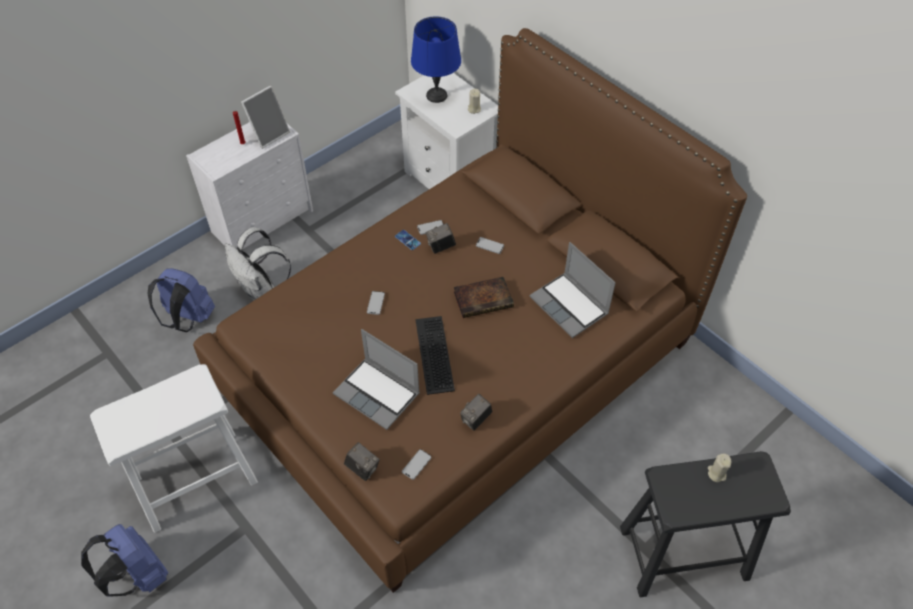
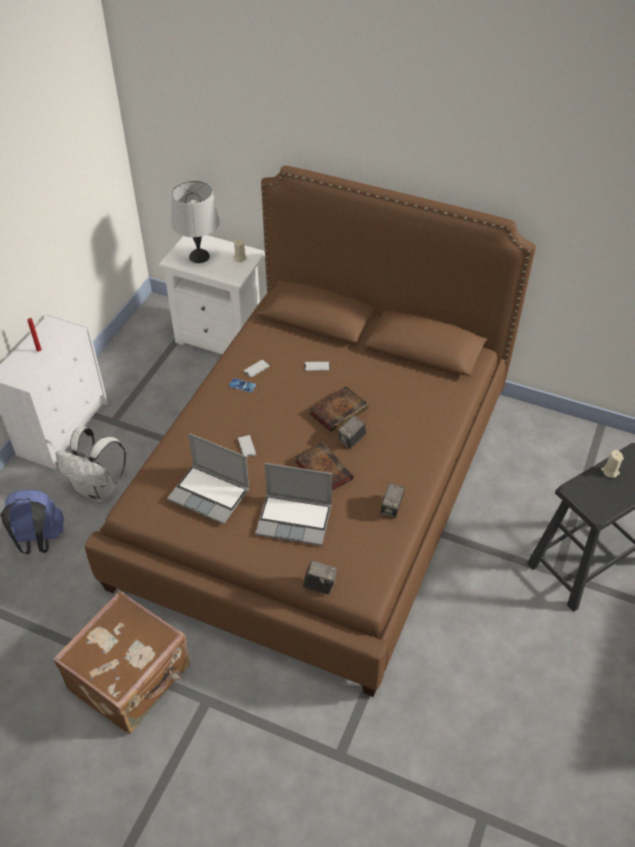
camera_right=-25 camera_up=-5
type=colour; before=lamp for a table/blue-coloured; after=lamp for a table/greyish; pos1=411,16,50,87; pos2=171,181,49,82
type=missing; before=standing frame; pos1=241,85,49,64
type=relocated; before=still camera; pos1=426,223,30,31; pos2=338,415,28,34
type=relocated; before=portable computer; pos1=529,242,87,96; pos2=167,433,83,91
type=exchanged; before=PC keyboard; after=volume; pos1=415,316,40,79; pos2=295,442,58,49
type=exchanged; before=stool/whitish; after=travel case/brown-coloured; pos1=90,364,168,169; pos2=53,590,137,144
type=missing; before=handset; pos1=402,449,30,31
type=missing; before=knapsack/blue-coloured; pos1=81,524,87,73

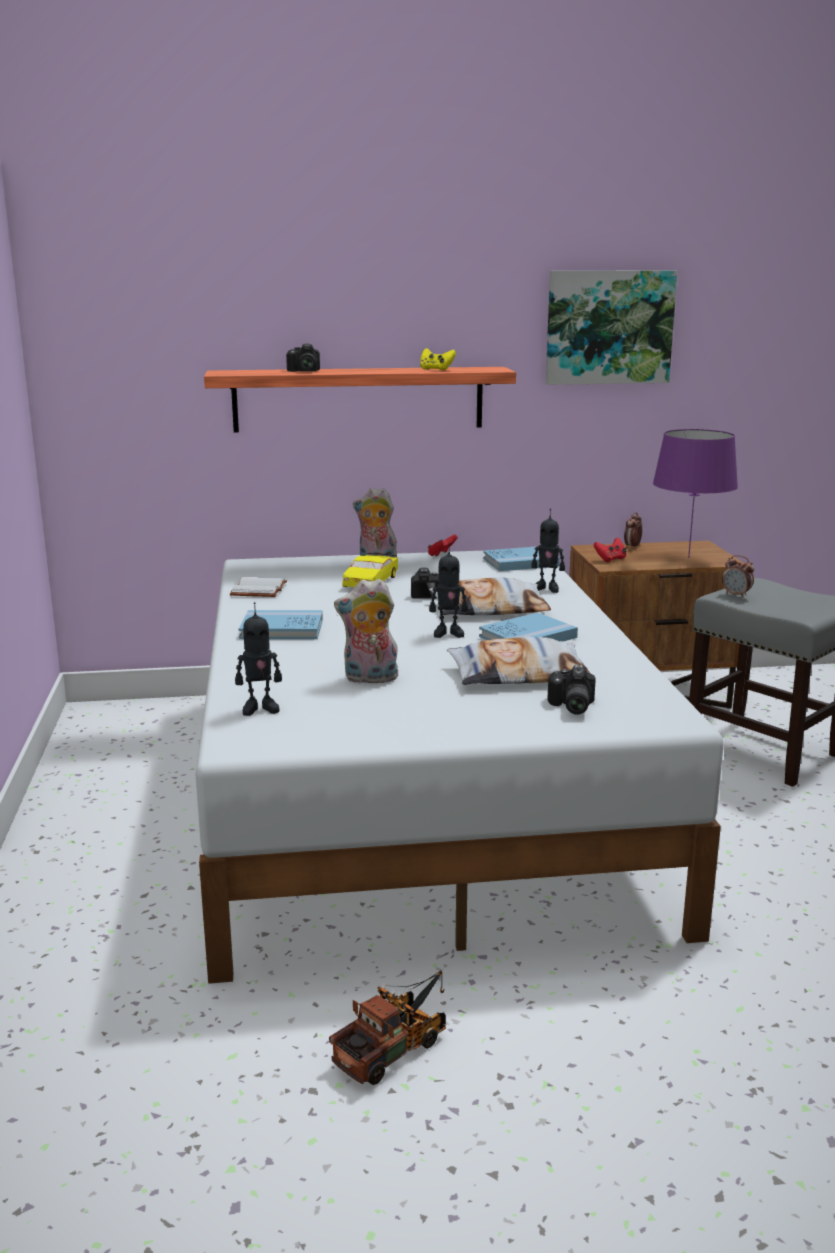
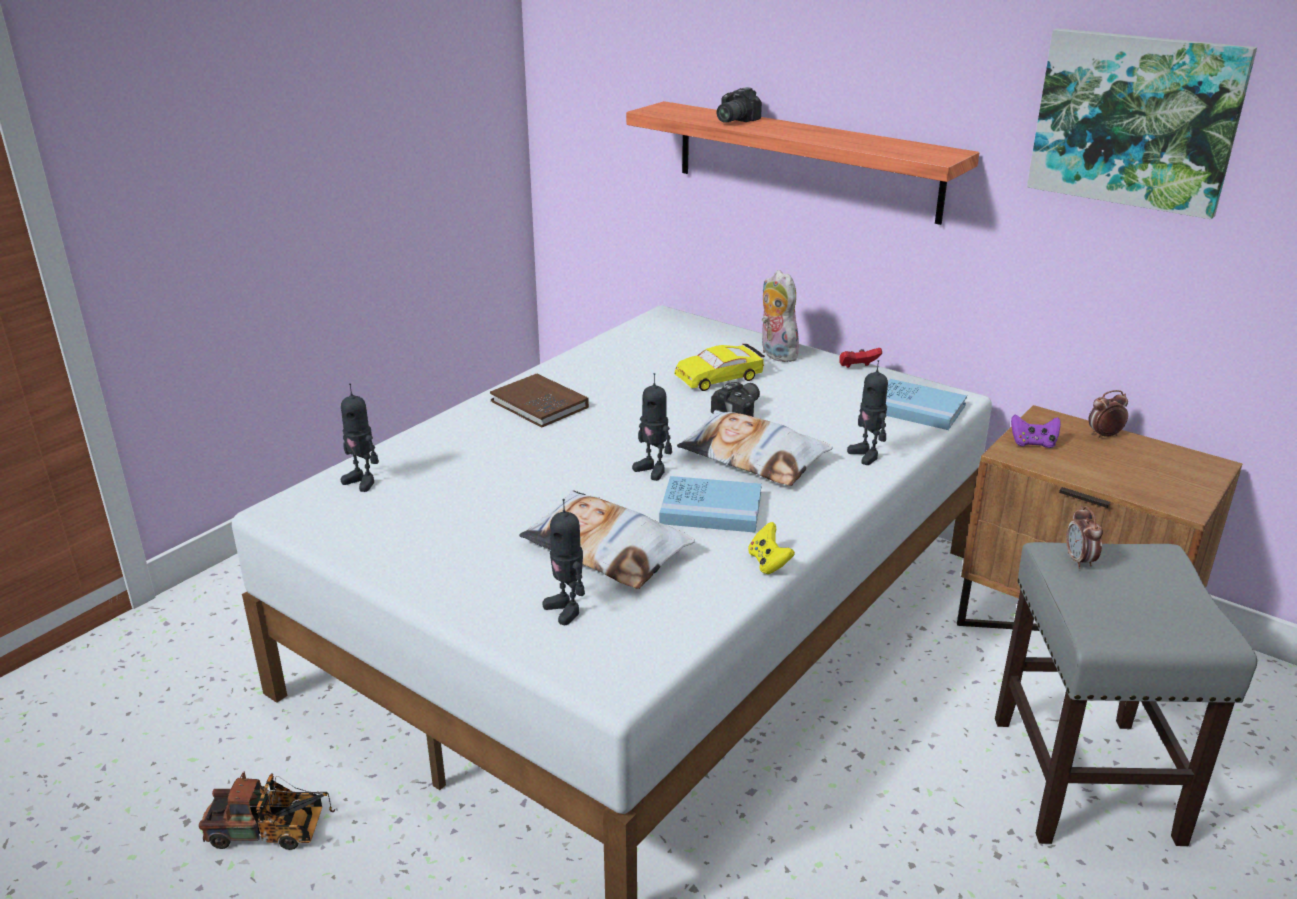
camera_right=45 camera_up=10
type=relocated; before=game controller/yellowish; pos1=420,348,36,22; pos2=748,522,47,52
type=missing; before=lamp for a table/purplish; pos1=653,429,85,129
type=colour; before=game controller/reddish; after=game controller/purplish; pos1=594,538,33,24; pos2=1011,414,50,34
type=missing; before=volume/whitish; pos1=230,577,57,20
type=missing; before=soft toy; pos1=334,579,64,104
type=colour; before=volume/blue-coloured; after=volume/brown-coloured; pos1=239,610,84,29; pos2=490,374,99,54
type=exchanged; before=still camera; after=model robot; pos1=547,665,49,50; pos2=542,499,43,126

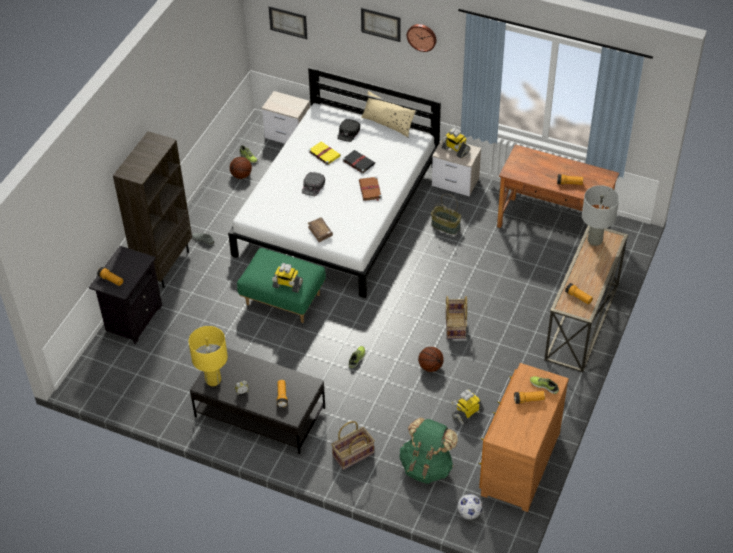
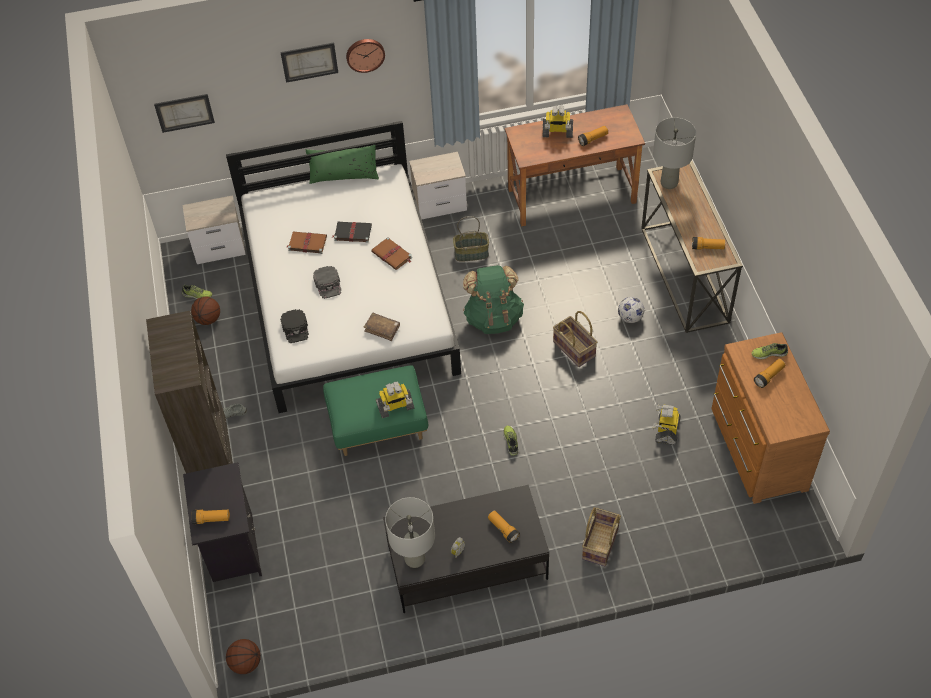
camera_right=-35 camera_up=5
type=colour; before=cushion/beige; after=cushion/green-coloured; pos1=361,91,55,46; pos2=306,145,73,39
type=relocated; before=peaked cap/black-coloured; pos1=337,119,23,23; pos2=280,309,29,34
type=relocated; before=model robot; pos1=441,127,29,31; pos2=543,105,30,33
type=colour; before=volume/yellowish; after=volume/brown-coloured; pos1=309,141,32,24; pos2=287,231,40,23
type=colour; before=lamp for a table/yellowish; after=lamp for a table/greyish; pos1=189,326,39,60; pos2=385,497,50,71
type=relocated; before=ball for basketball; pos1=418,347,26,25; pos2=226,639,35,35
type=relocated; before=knapsack/green-coloured; pos1=399,417,59,67; pos2=463,265,61,69
type=relocated; before=football ball; pos1=457,494,25,25; pos2=618,297,27,26

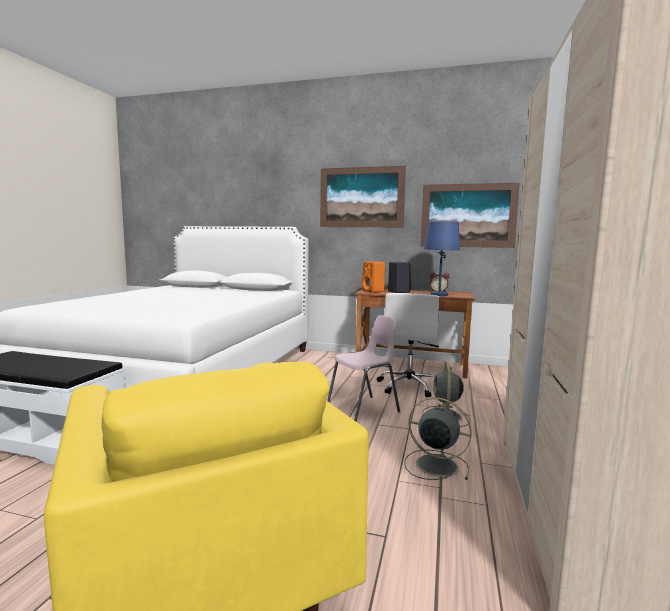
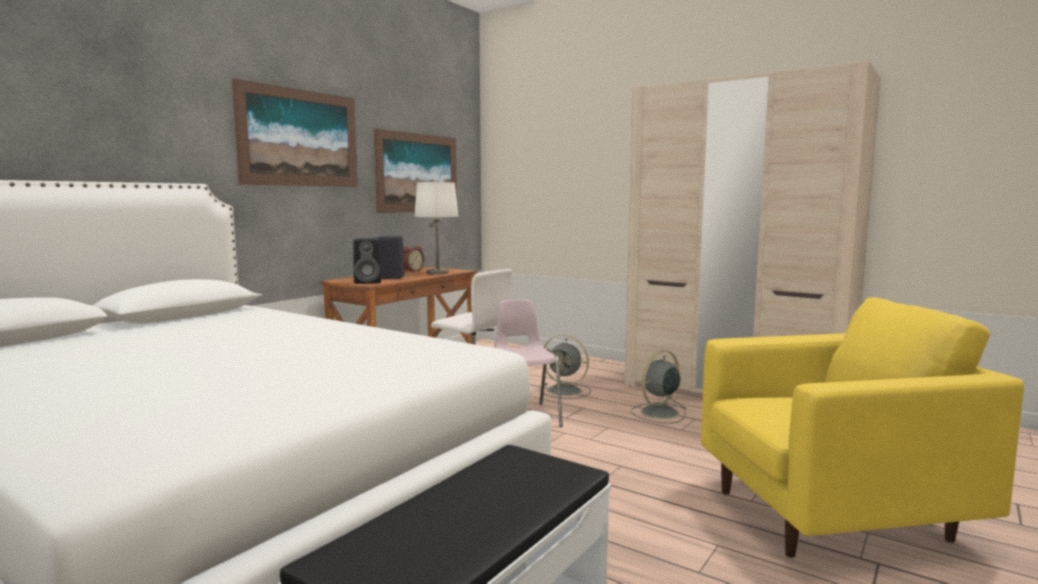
camera_right=-70 camera_up=0
type=colour; before=lamp for a table/blue-coloured; after=lamp for a table/whitish; pos1=424,221,36,75; pos2=414,181,45,94
type=colour; before=loudspeaker/orangey; after=loudspeaker/black-coloured; pos1=362,261,23,32; pos2=353,238,28,46

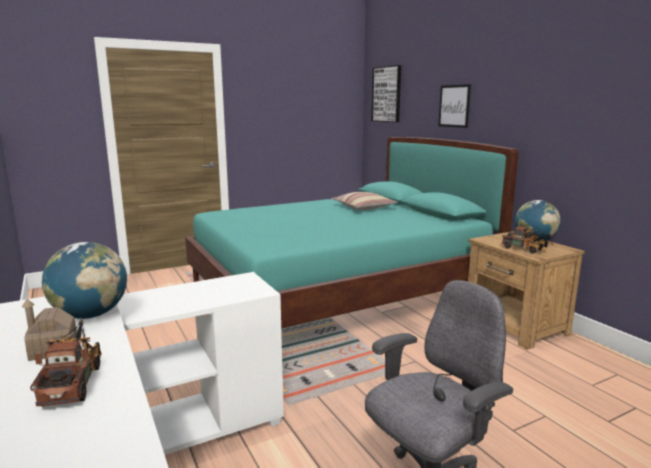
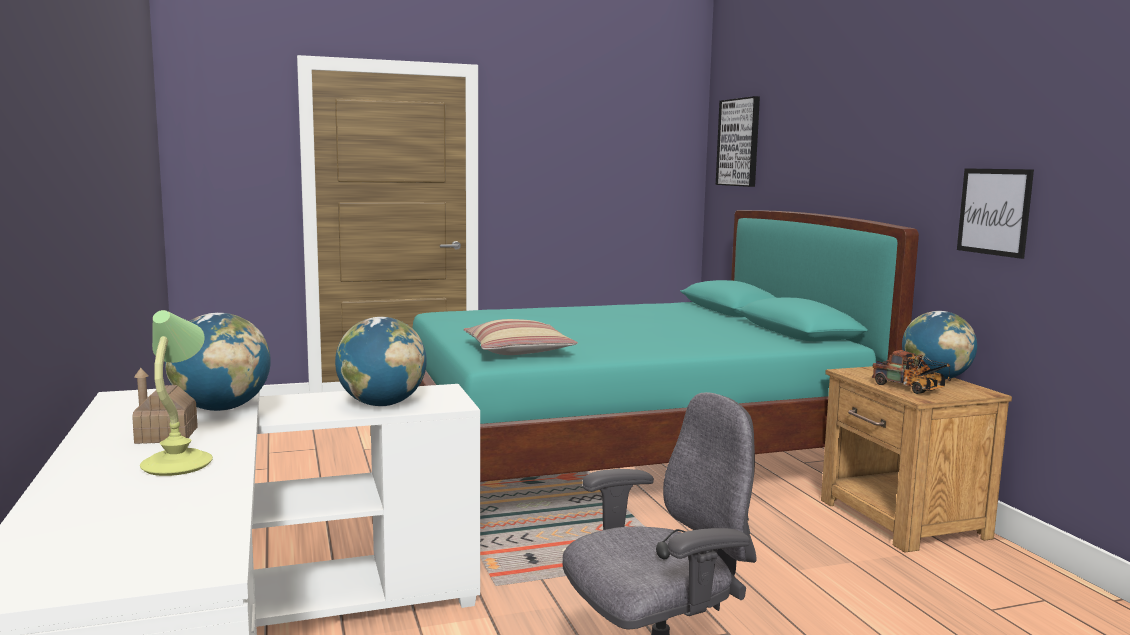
camera_right=10 camera_up=-5
type=relocated; before=wall picture; pos1=438,84,33,44; pos2=957,168,77,91
type=relocated; before=cushion; pos1=332,192,66,18; pos2=463,319,115,36
type=exchanged; before=toy lorry; after=lamp for a table; pos1=30,319,72,88; pos2=140,310,73,166
type=appeared; after=globe; pos2=335,317,92,89

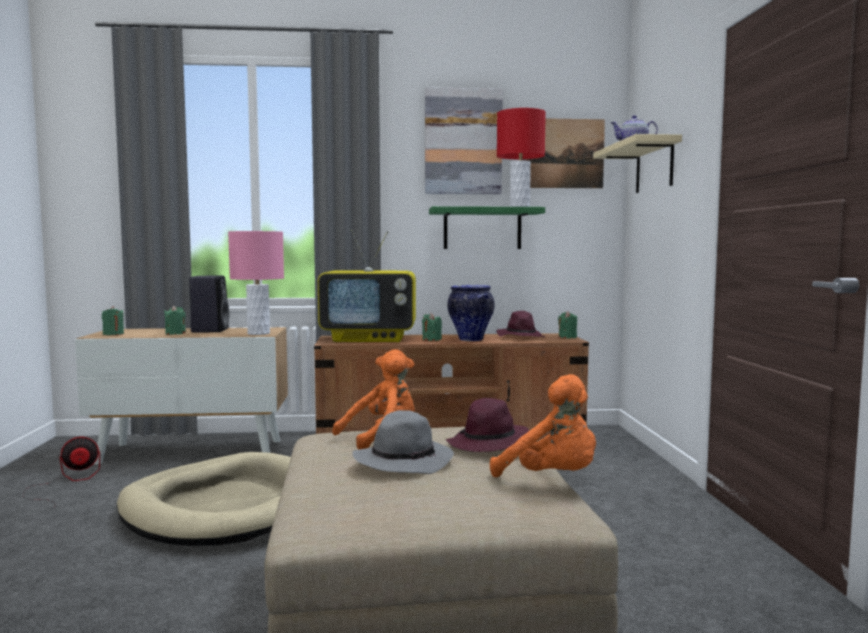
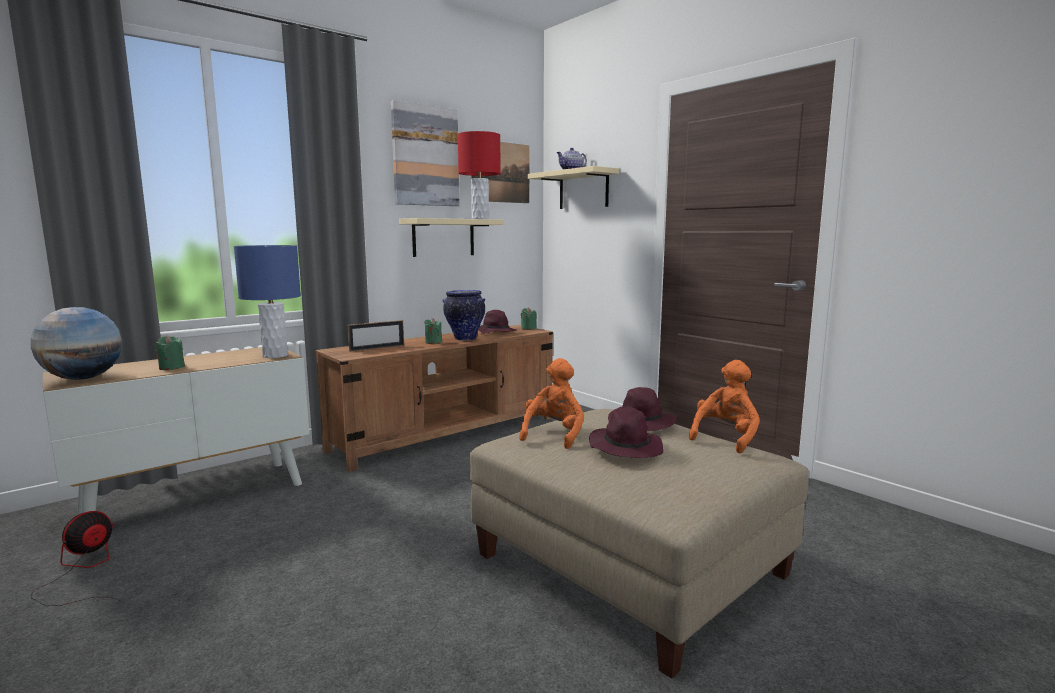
camera_right=-35 camera_up=5
type=colour; before=shelf/green-coloured; after=shelf/beige; pos1=429,206,116,43; pos2=399,218,105,39
type=exchanged; before=TV; after=standing frame; pos1=318,230,98,112; pos2=348,320,56,32
type=colour; before=lamp for a table/pinkish; after=lamp for a table/blue-coloured; pos1=228,231,56,104; pos2=234,245,67,113
type=missing; before=loudspeaker/black-coloured; pos1=189,276,40,57
type=exchanged; before=wax candle/green-coloured; after=globe; pos1=102,306,22,29; pos2=31,307,91,73
type=spun; before=soft toy/orangey; pos1=490,374,106,103; pos2=689,360,71,94; turn=-60
type=colour; before=wearable hat/greyish; after=wearable hat/purplish; pos1=353,410,101,64; pos2=589,407,74,51
type=missing; before=dog bed/beige; pos1=117,452,174,94

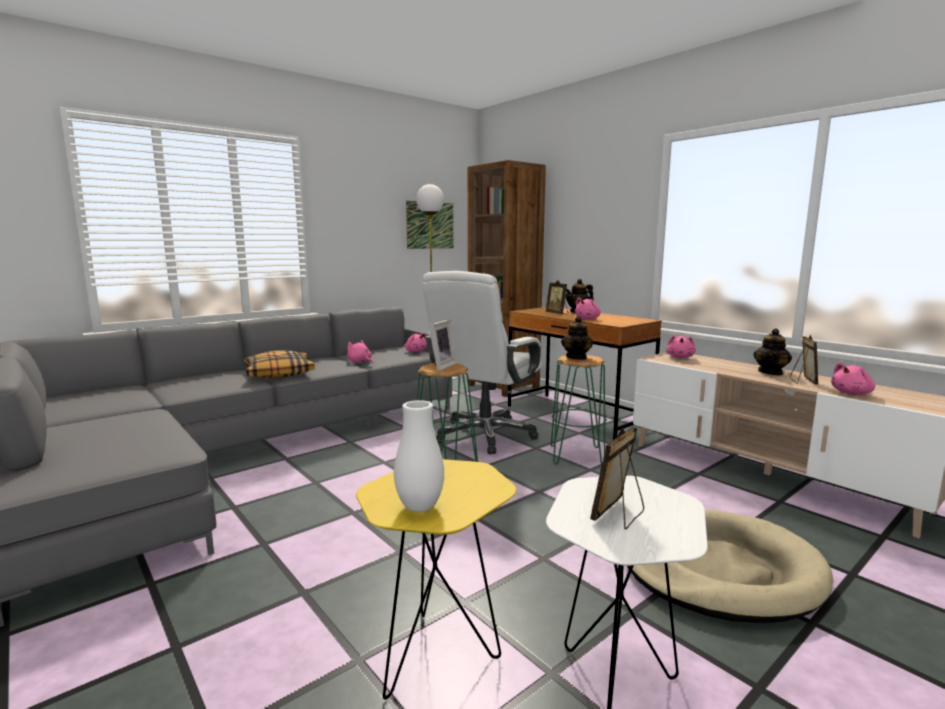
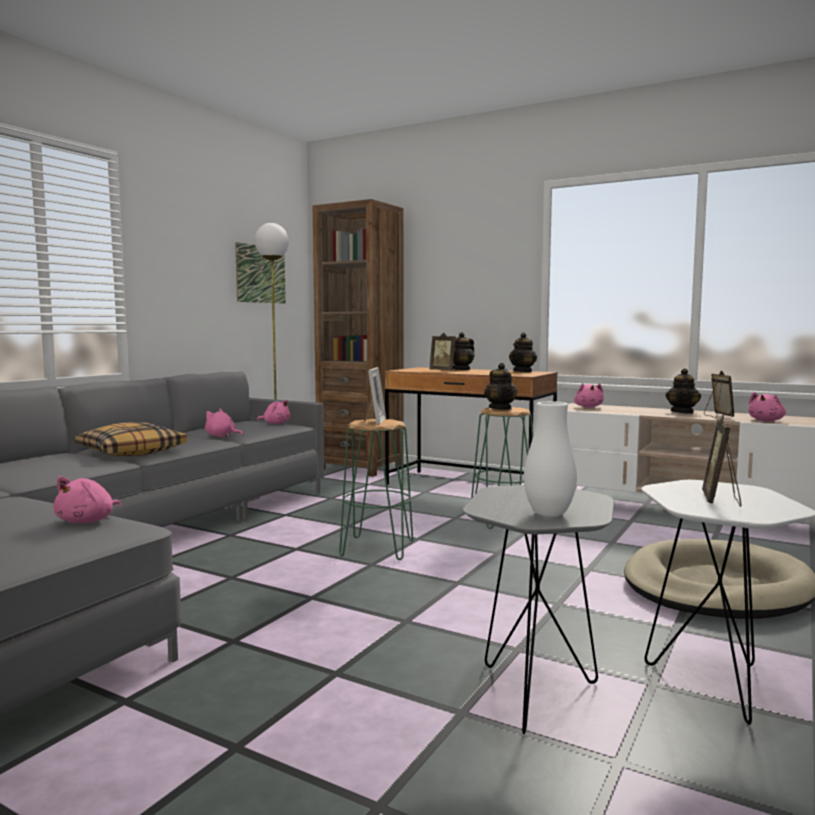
camera_right=-20 camera_up=-5
type=missing; before=computer chair/whitish; pos1=423,271,119,183
type=relocated; before=soft toy/pinkish; pos1=575,297,26,22; pos2=54,476,68,47
type=colour; before=side table/yellowish; after=side table/greyish; pos1=356,459,161,241; pos2=462,485,152,249
type=appeared; after=pot for tea; pos2=509,333,28,39

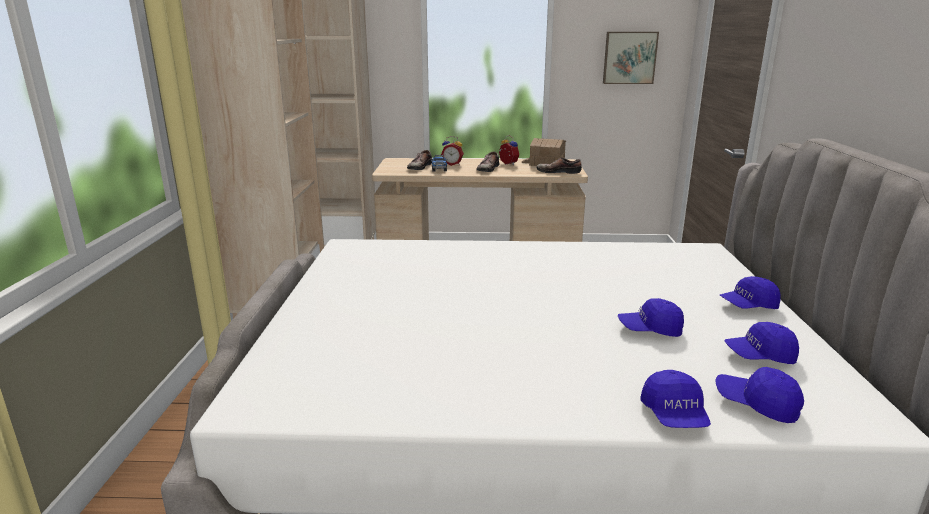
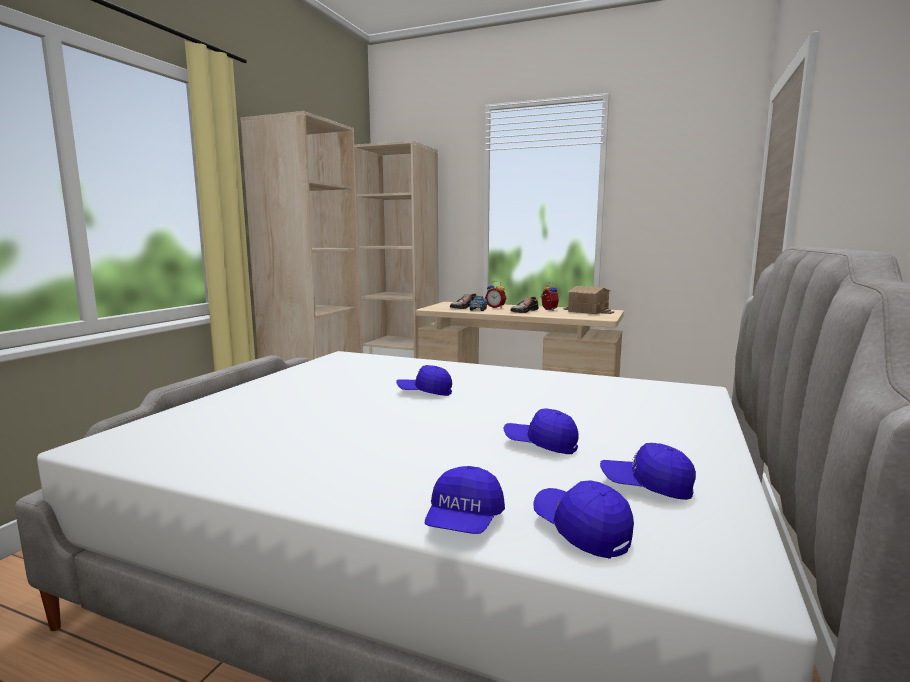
camera_right=20 camera_up=-10
type=missing; before=wall picture; pos1=603,32,56,52
type=missing; before=low shoe; pos1=536,158,46,16
type=relocated; before=peaked cap/blue-coloured; pos1=720,276,61,33; pos2=396,365,56,31

